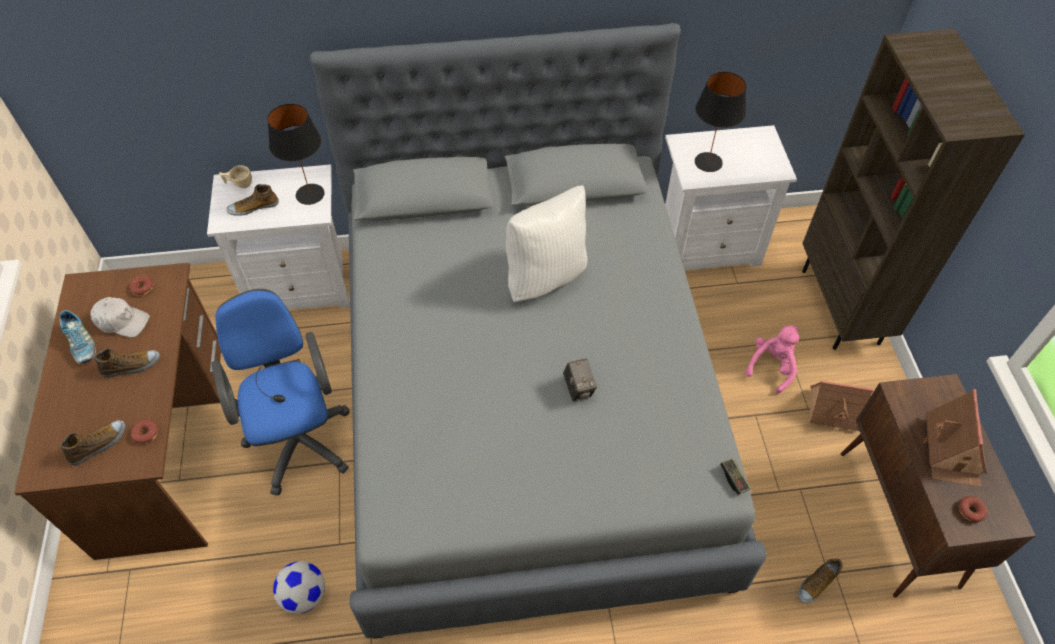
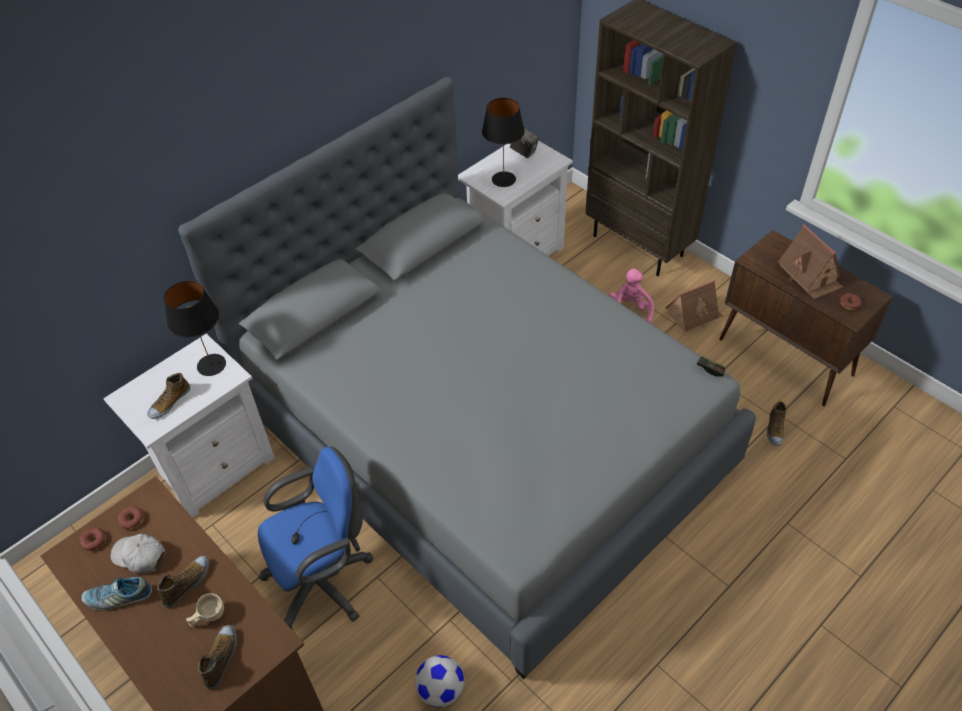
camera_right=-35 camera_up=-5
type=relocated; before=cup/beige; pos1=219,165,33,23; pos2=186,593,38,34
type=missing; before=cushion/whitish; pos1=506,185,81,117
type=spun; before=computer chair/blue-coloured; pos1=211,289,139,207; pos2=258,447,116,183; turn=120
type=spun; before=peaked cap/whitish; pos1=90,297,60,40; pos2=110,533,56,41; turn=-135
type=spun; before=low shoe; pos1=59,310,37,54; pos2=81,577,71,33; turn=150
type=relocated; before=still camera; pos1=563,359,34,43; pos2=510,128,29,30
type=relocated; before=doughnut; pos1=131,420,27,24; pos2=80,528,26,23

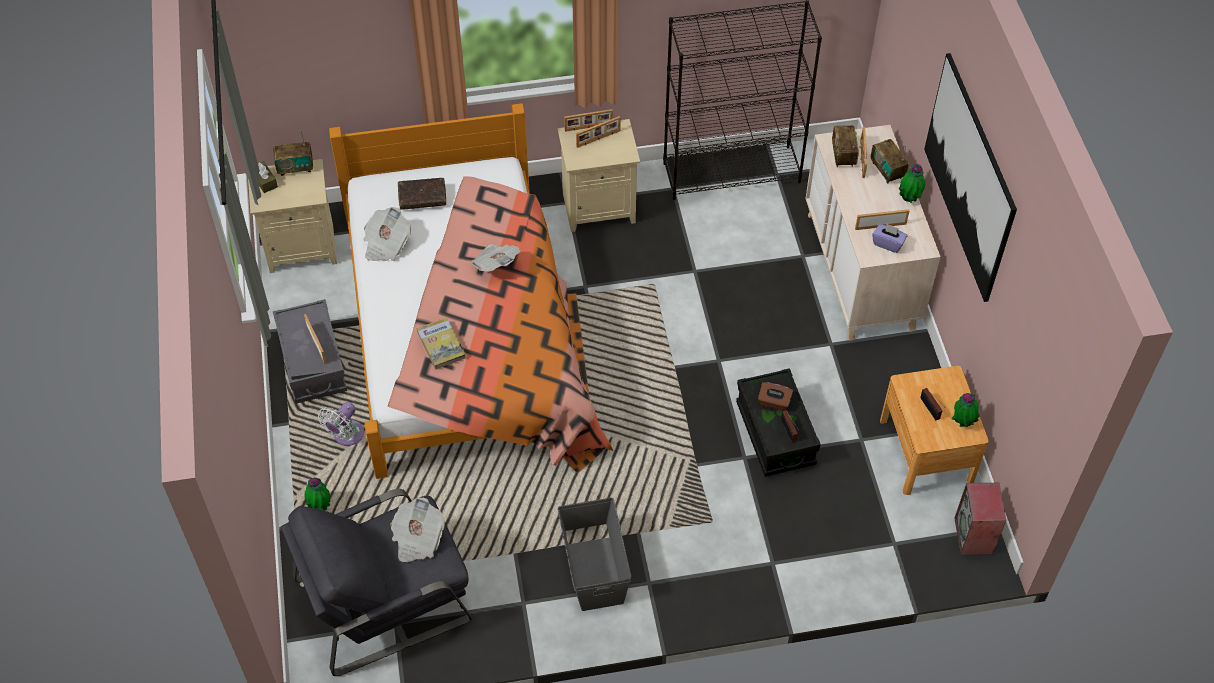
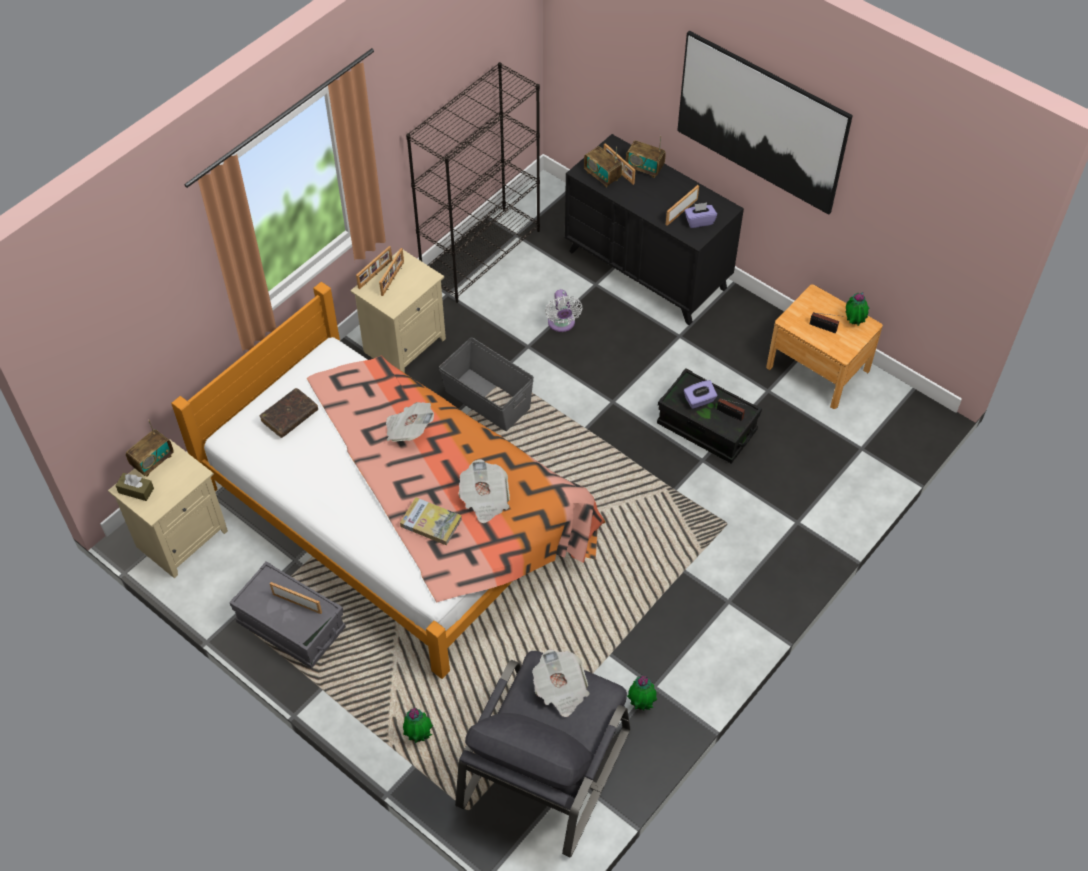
camera_right=-40 camera_up=0
type=colour; before=dresser/beige; after=dresser/black-coloured; pos1=805,125,136,216; pos2=565,134,179,191
type=relocated; before=potted plant; pos1=899,164,26,39; pos2=627,676,30,35
type=relocated; before=daily paper; pos1=363,207,48,54; pos2=458,459,52,64
type=colour; before=box of tissues/brown-coloured; after=box of tissues/purplish; pos1=758,382,35,29; pos2=684,380,33,29
type=relocated; before=fan/whitish; pos1=318,402,46,44; pos2=545,289,37,43
type=missing; before=loudspeaker; pos1=954,483,52,72
type=relocated; before=storage box/greyish; pos1=558,498,73,113; pos2=439,337,95,94

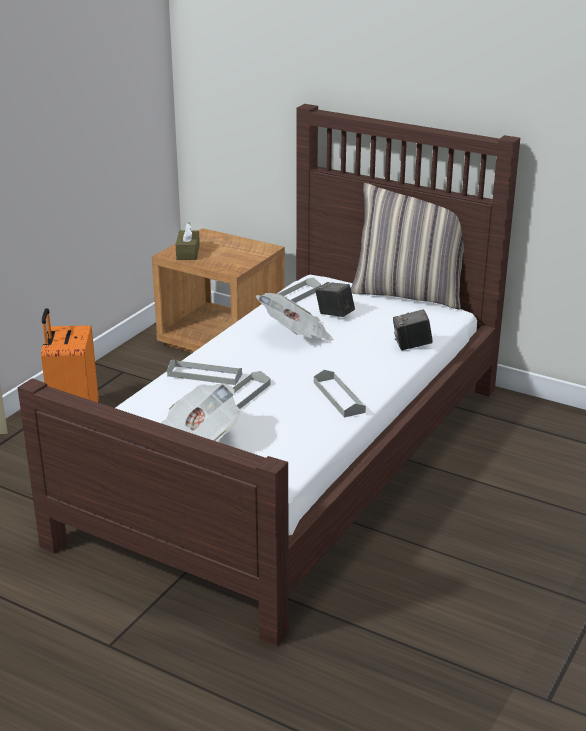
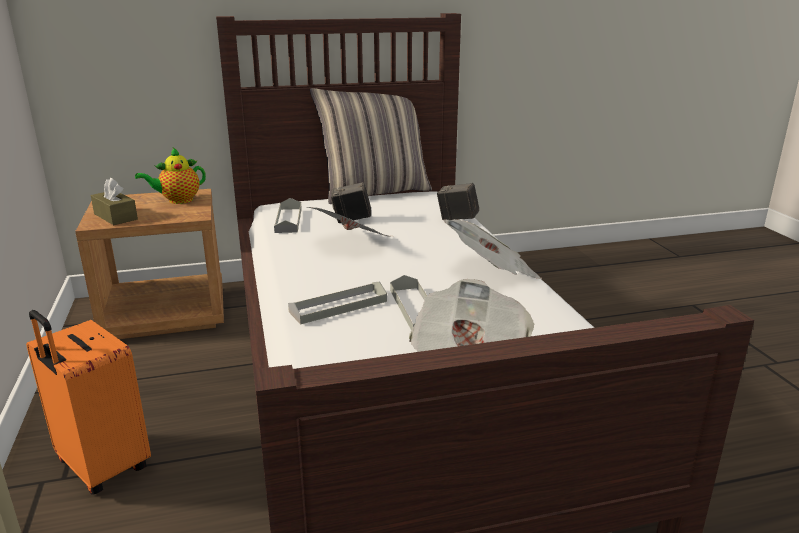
camera_right=-45 camera_up=-5
type=spun; before=still camera; pos1=393,309,40,41; pos2=437,183,42,37; turn=75
type=exchanged; before=carrying tray/greyish; after=daily paper; pos1=314,370,52,48; pos2=443,219,99,60
type=appeared; after=pot for tea; pos2=135,147,71,57

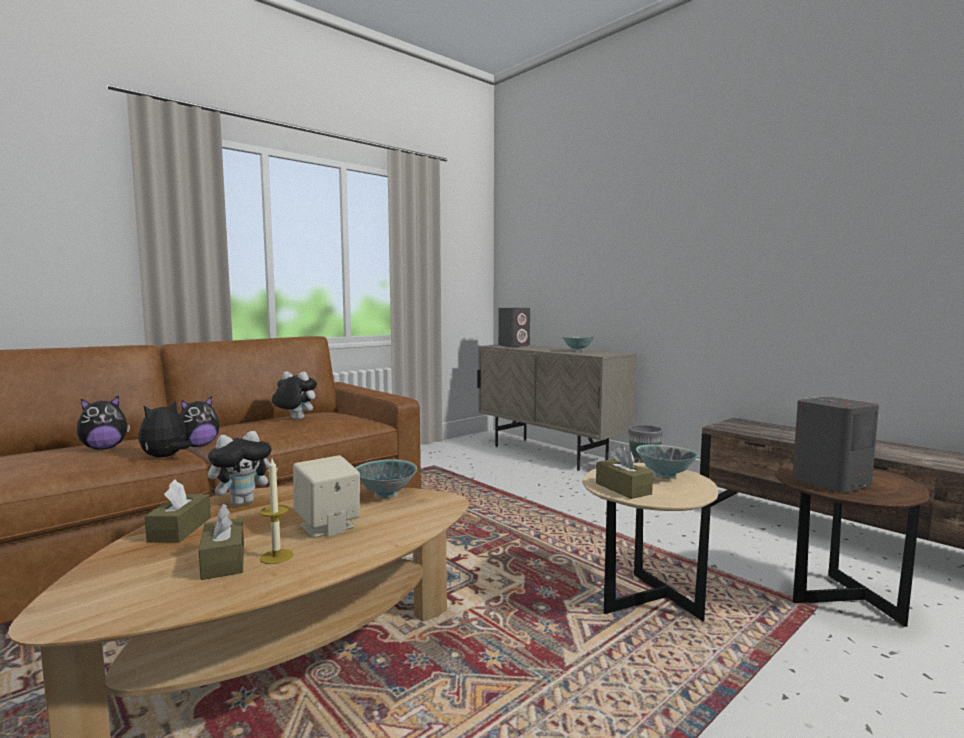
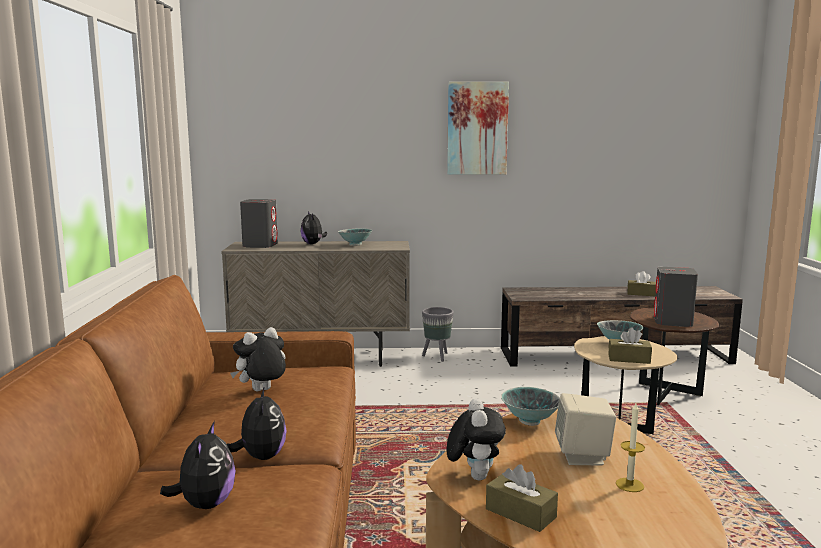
camera_right=-50 camera_up=5
type=relocated; before=soft toy; pos1=139,400,53,58; pos2=301,211,26,33
type=relocated; before=box of tissues/brown-coloured; pos1=199,504,45,76; pos2=627,271,29,25
type=appeared; after=wall picture; pos2=447,82,62,93

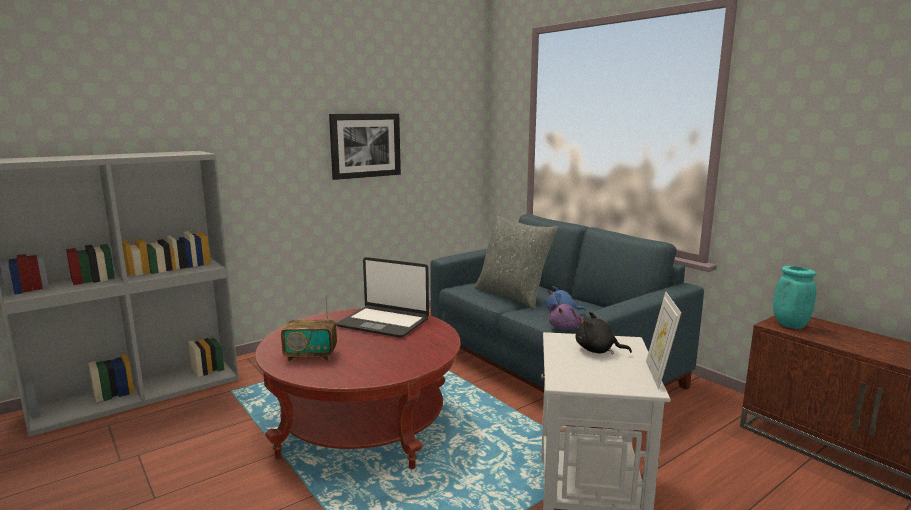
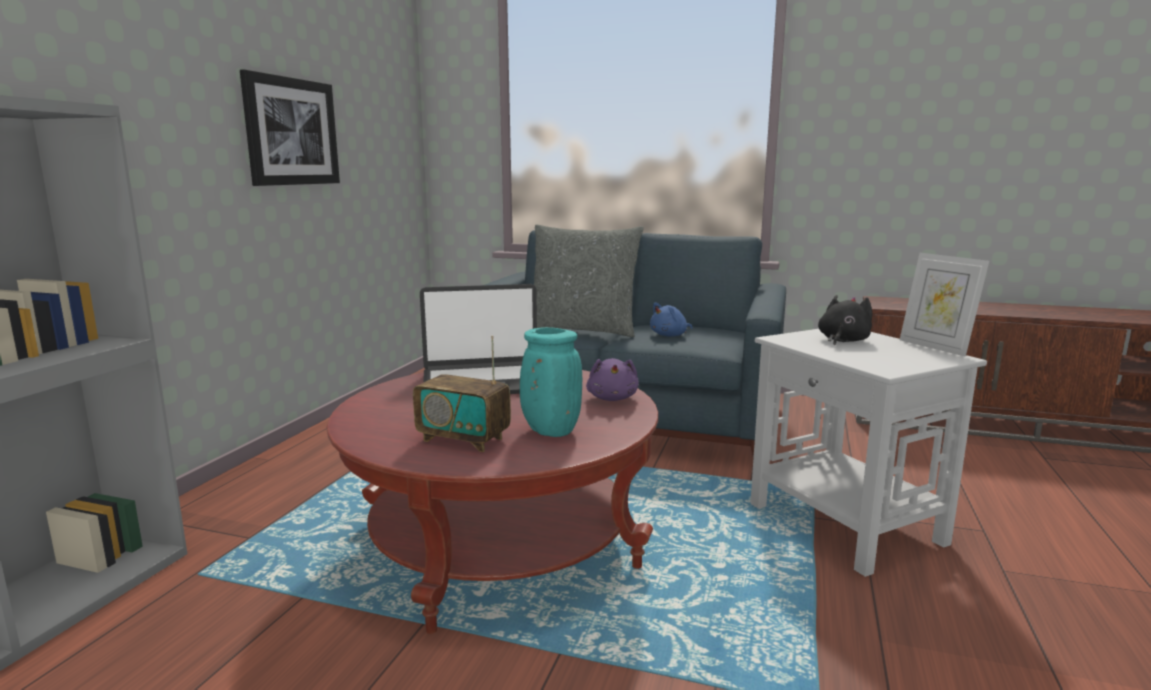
camera_right=-35 camera_up=0
type=relocated; before=flower vase/turquoise-coloured; pos1=773,266,43,63; pos2=520,327,62,110
type=spun; before=radio set; pos1=281,294,56,67; pos2=413,336,98,116; turn=60
type=relocated; before=soft toy/purplish; pos1=549,303,32,27; pos2=586,358,53,43
type=spun; before=soft toy/black-coloured; pos1=576,312,56,42; pos2=818,295,54,50; turn=135

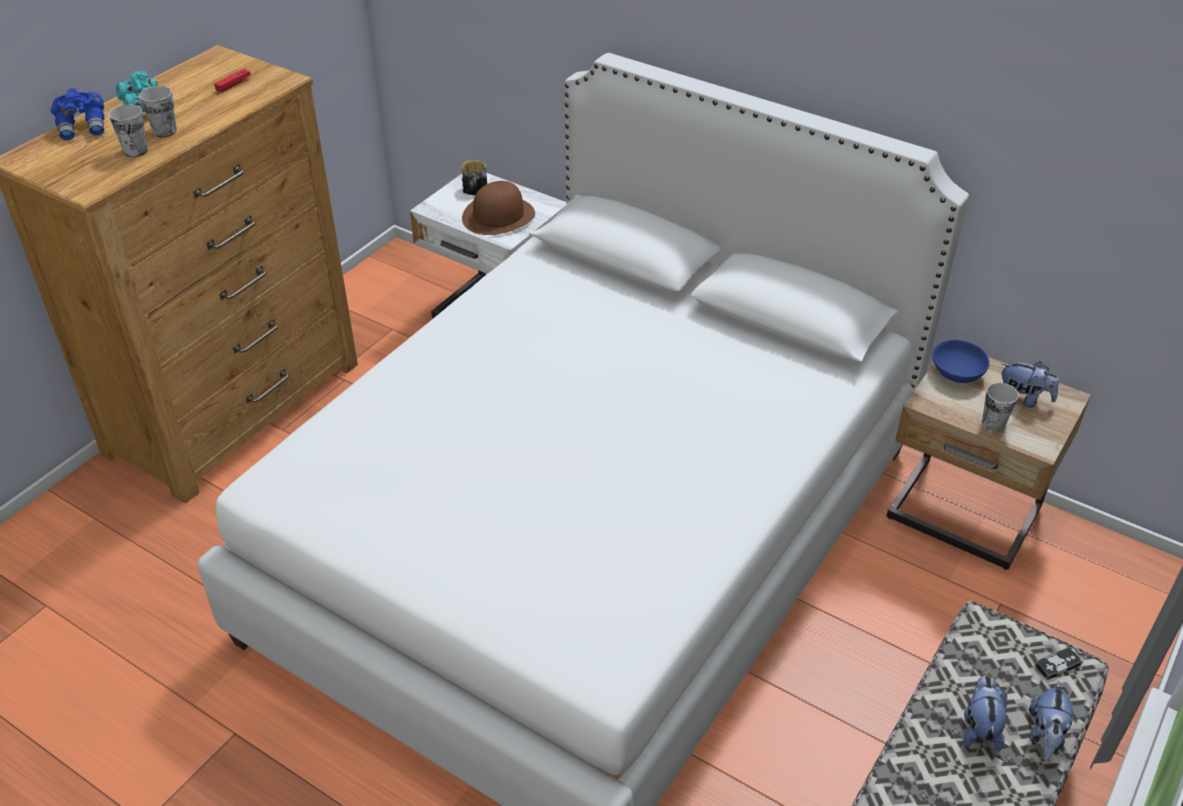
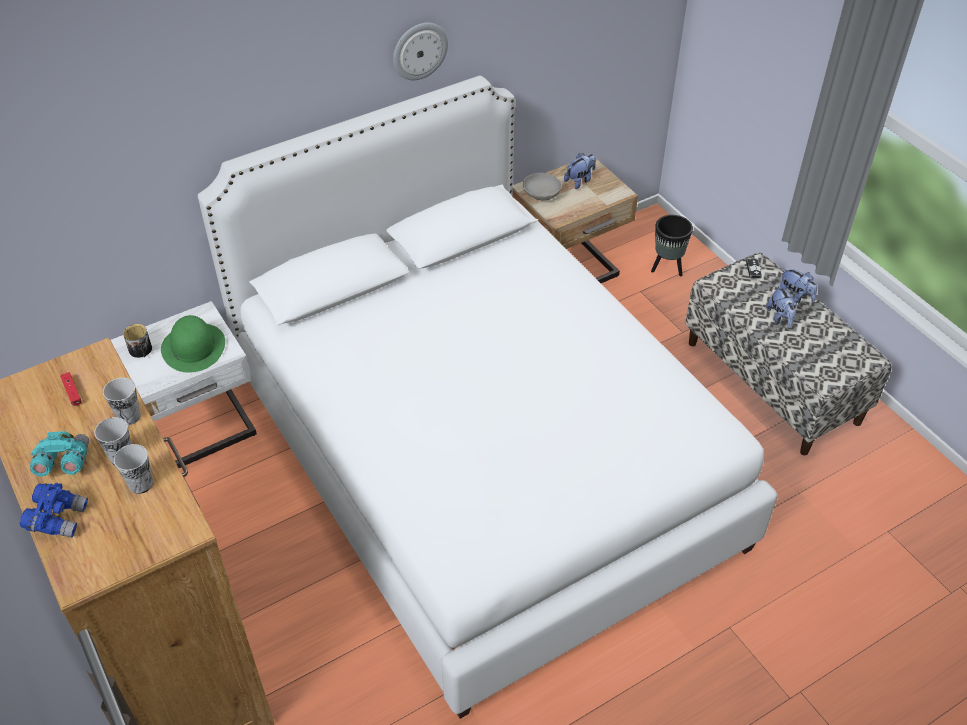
camera_right=-65 camera_up=5
type=colour; before=wearable hat/brown-coloured; after=wearable hat/green-coloured; pos1=462,181,73,54; pos2=161,315,64,58
type=colour; before=deep dish/blue-coloured; after=deep dish/greyish; pos1=932,340,58,43; pos2=523,173,39,28
type=relocated; before=cup; pos1=982,383,37,49; pos2=103,378,38,47
type=spun; before=soft toy; pos1=964,676,43,76; pos2=766,285,31,43; turn=-135
type=appeared; after=hanging clock; pos2=393,23,55,57
type=appeared; after=flower pot/black-coloured; pos2=651,215,42,61

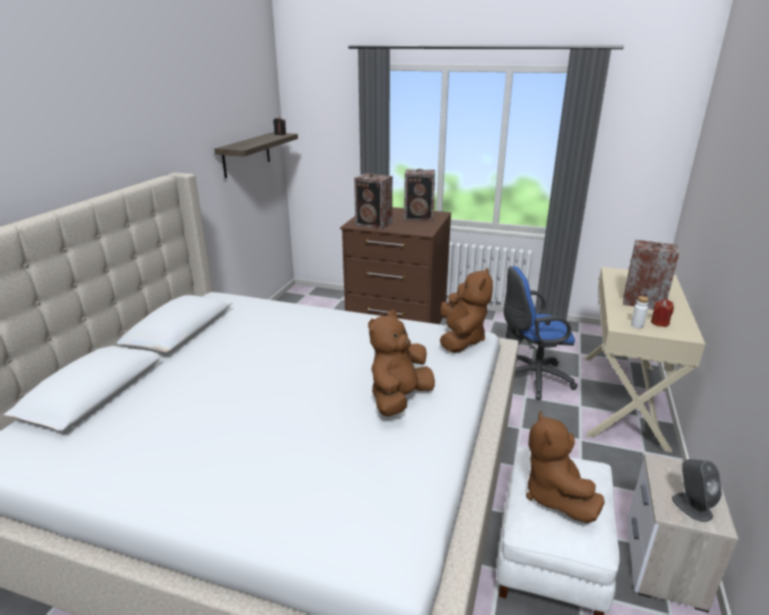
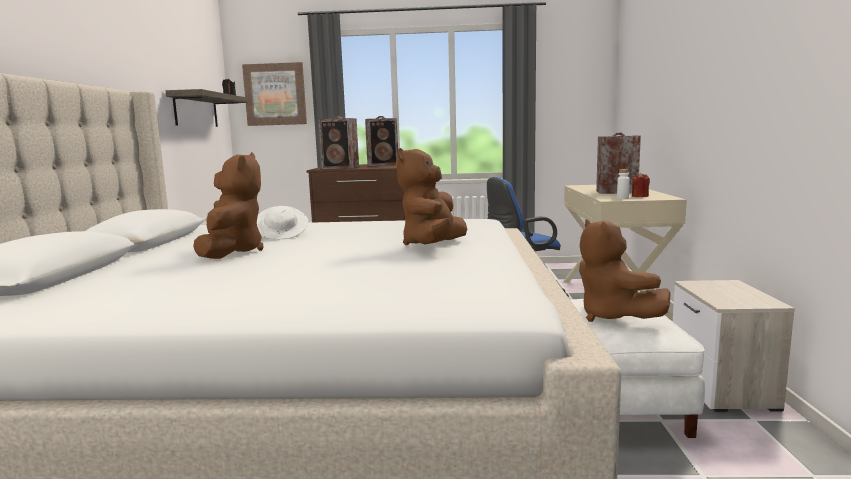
camera_right=-15 camera_up=-15
type=relocated; before=soft toy/brown-coloured; pos1=440,268,53,85; pos2=193,152,71,107
type=missing; before=loudspeaker/greyish; pos1=672,459,50,63
type=appeared; after=wall picture; pos2=242,62,65,64
type=appeared; after=wearable hat/whitish; pos2=257,206,51,33

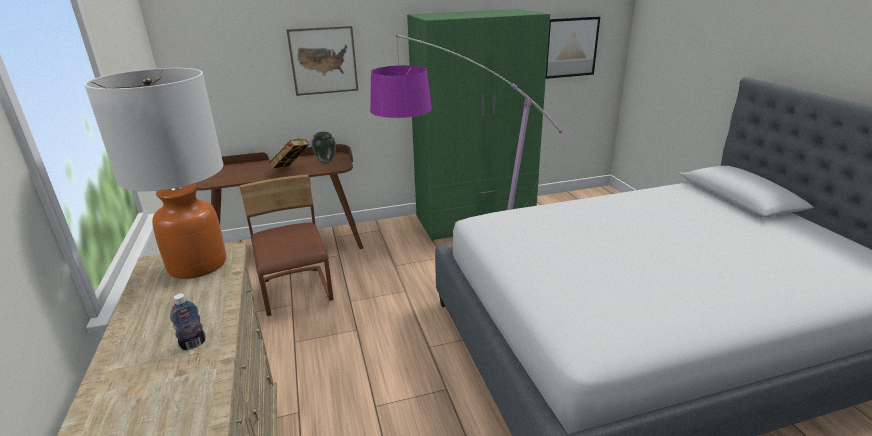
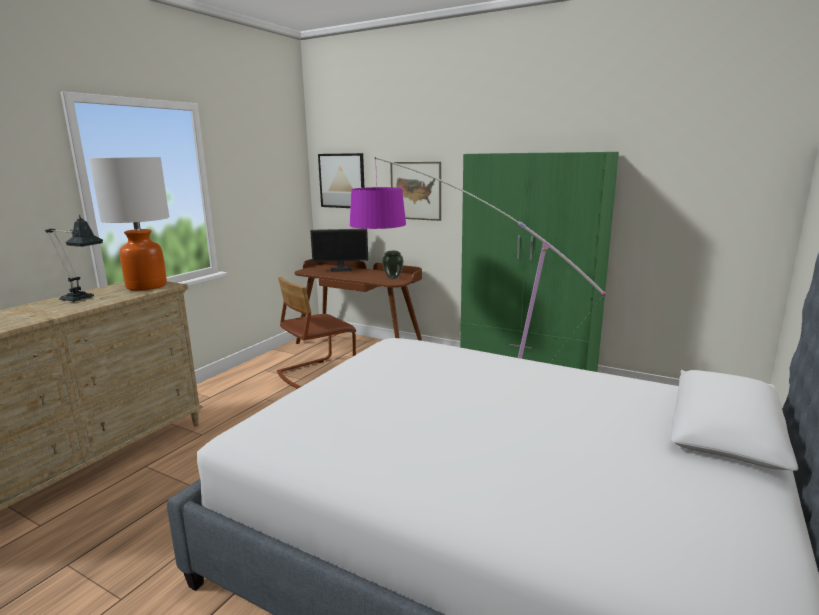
camera_right=45 camera_up=-10
type=relocated; before=wall picture; pos1=546,16,54,63; pos2=318,153,46,55
type=missing; before=volume; pos1=269,138,41,31
type=spun; before=chair/brown-coloured; pos1=240,175,93,141; pos2=277,277,79,112; turn=-150
type=missing; before=drink bottle; pos1=170,293,35,57
type=appeared; after=lamp for a table; pos2=45,215,58,87
type=appeared; after=monitor; pos2=310,229,58,43

